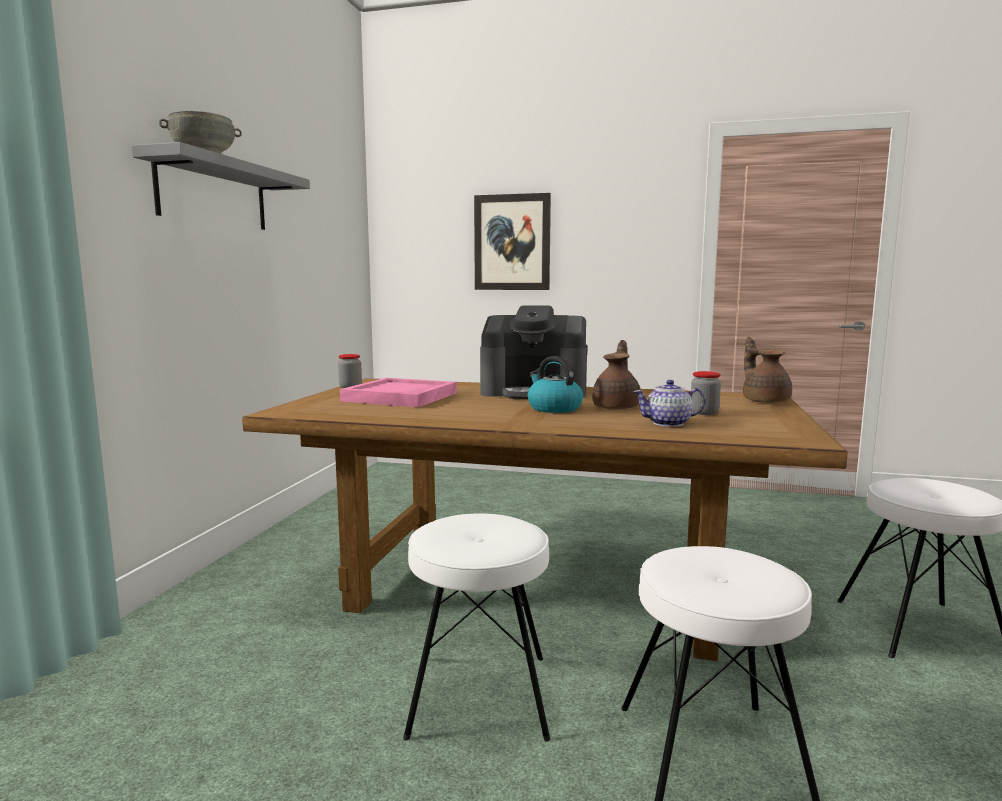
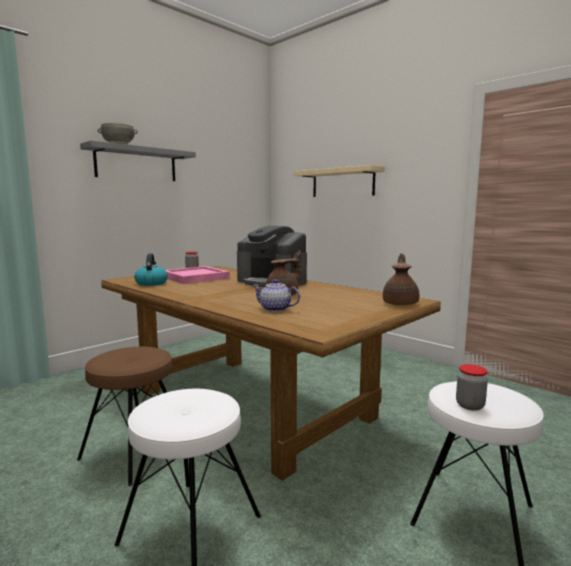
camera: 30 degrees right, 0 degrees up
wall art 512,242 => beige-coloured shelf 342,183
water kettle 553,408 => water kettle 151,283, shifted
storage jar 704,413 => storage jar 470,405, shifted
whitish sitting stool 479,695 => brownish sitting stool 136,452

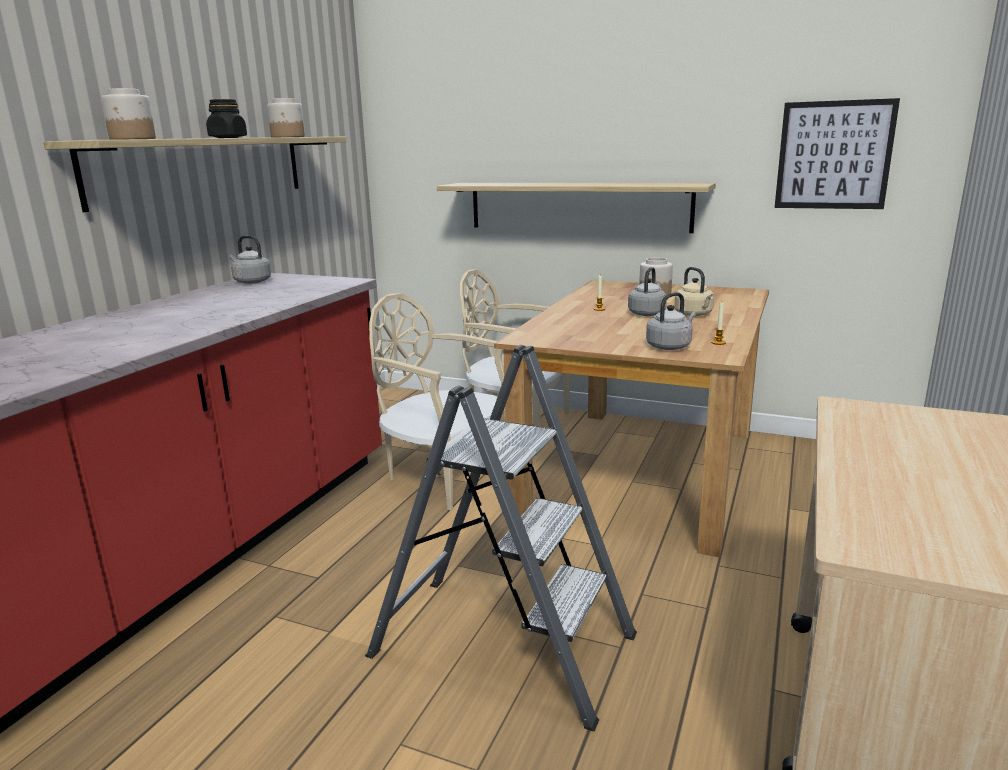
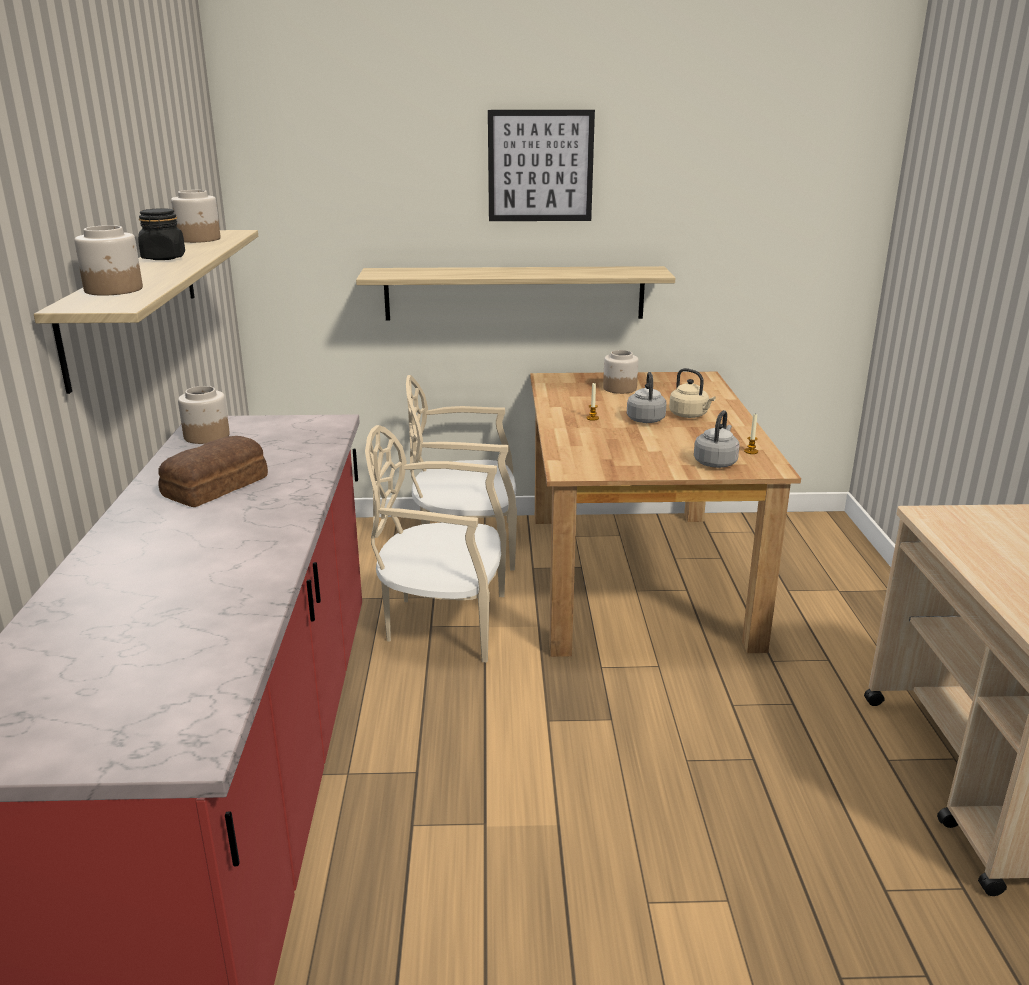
camera: 25 degrees left, 5 degrees up
wall art 834,155 => wall art 540,166, shifted
gray water kettle 251,281 => storage jar 206,436
gray stepladder 500,642 => nothing
nothing => baked bread 218,486

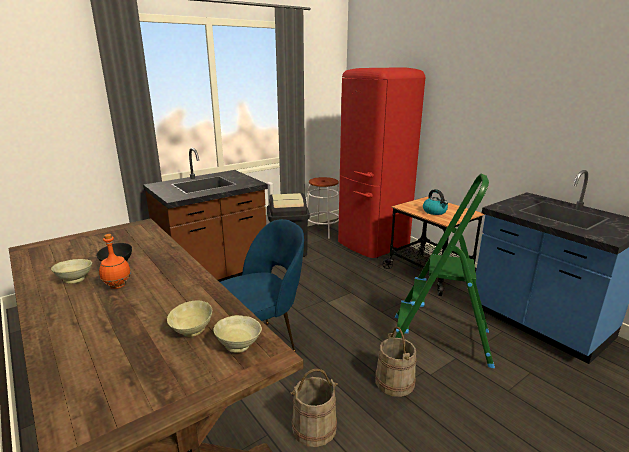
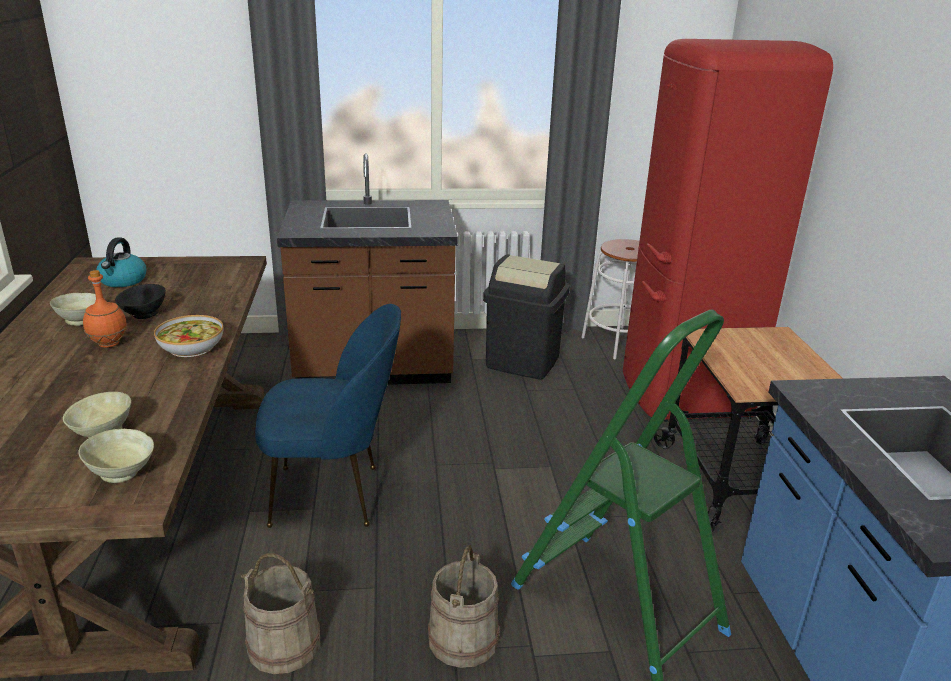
camera: 30 degrees right, 5 degrees up
water kettle 435,212 => water kettle 123,281, shifted
nothing => deep dish 191,347

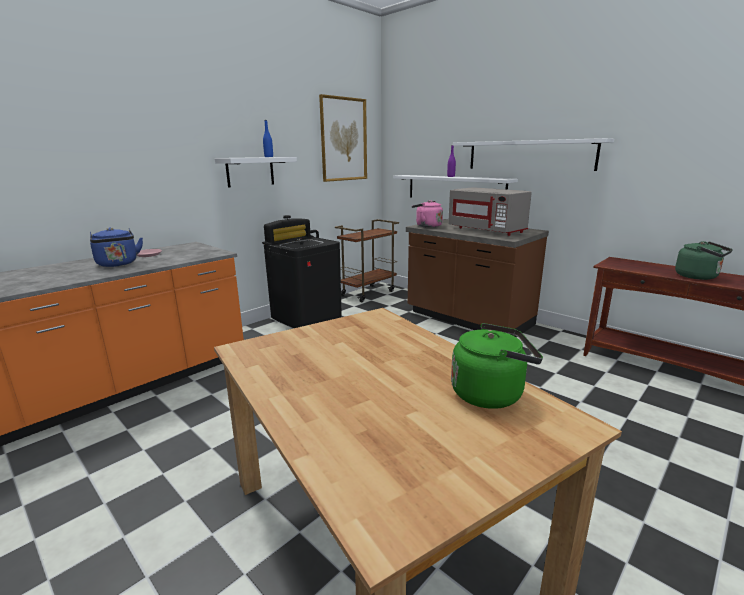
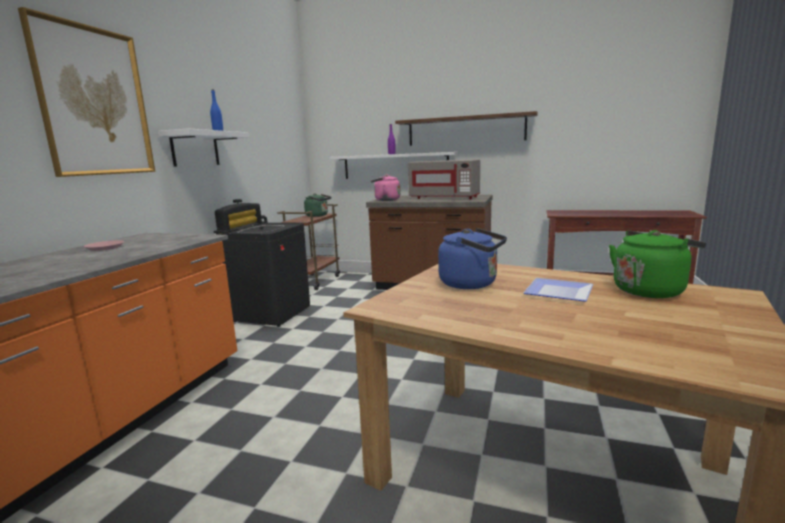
camera: 25 degrees left, 5 degrees down
wall art 343,139 => wall art 94,102, shifted
whitish shelf 529,155 => brownish shelf 465,130
blue-coloured water kettle 118,264 => blue-coloured water kettle 472,284, shifted
green water kettle 699,277 => green water kettle 318,216, shifted
nothing => plate 557,291

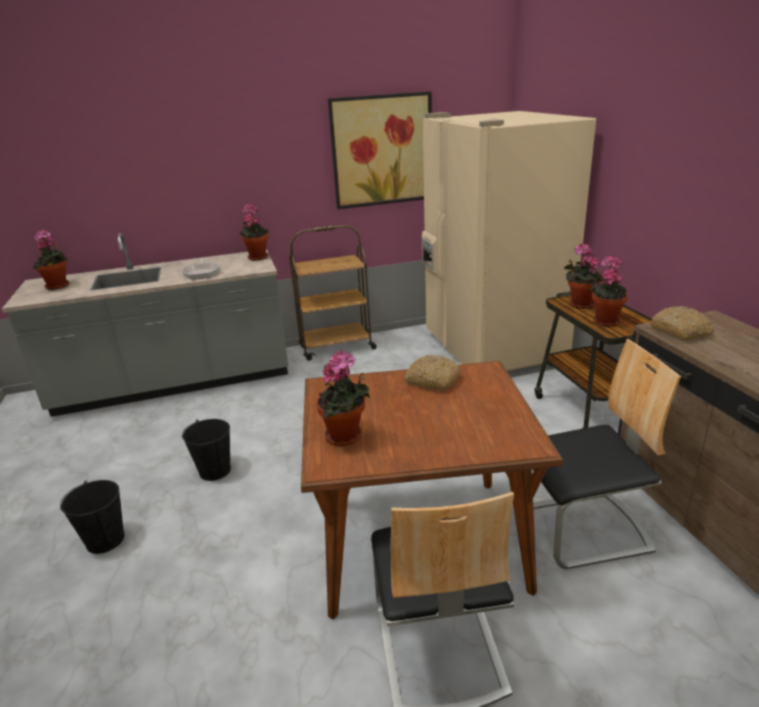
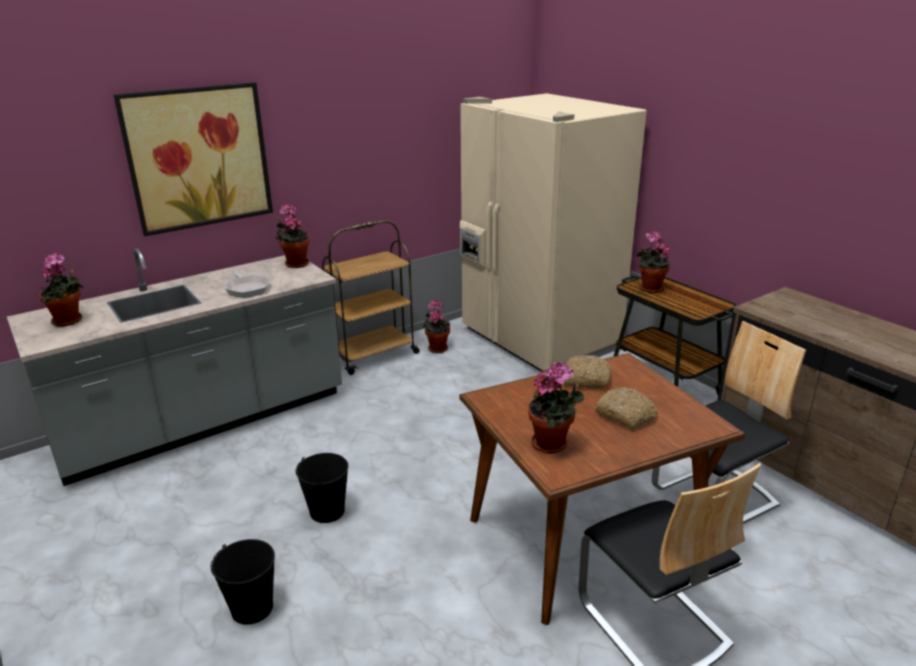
camera: 20 degrees left, 0 degrees up
wall art 382,151 => wall art 198,157, shifted
plant in a pot 604,321 => plant in a pot 437,348, shifted
baked bread 681,332 => baked bread 626,415, shifted

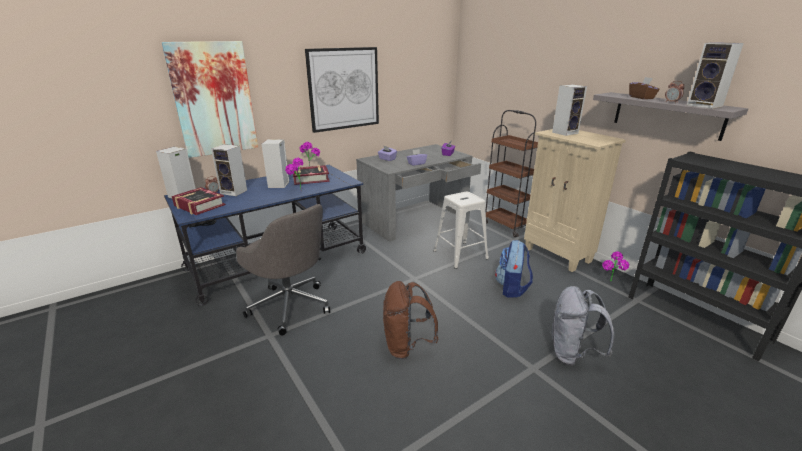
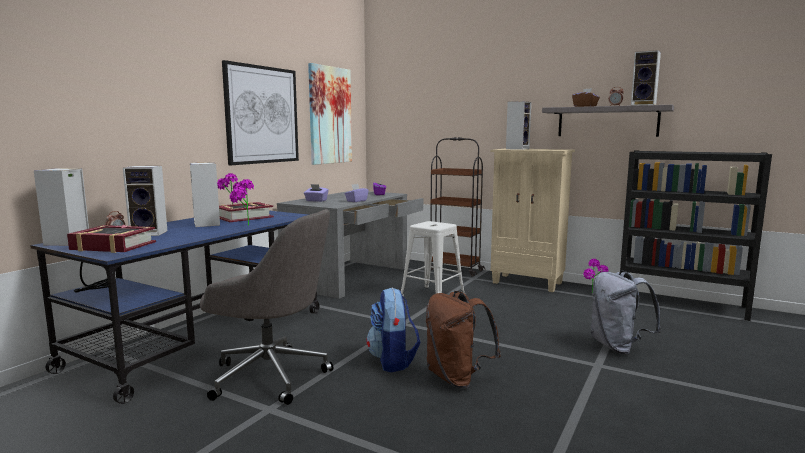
camera: 25 degrees left, 15 degrees down
wall art 214,99 => wall art 330,115, shifted
knapsack 512,288 => knapsack 393,361, shifted

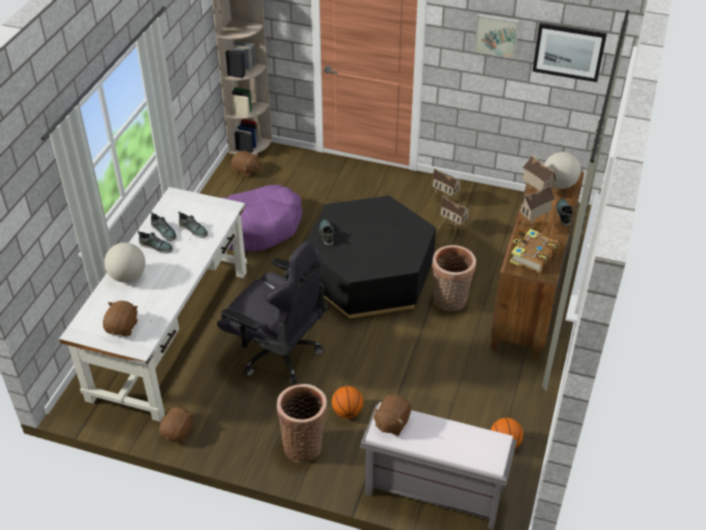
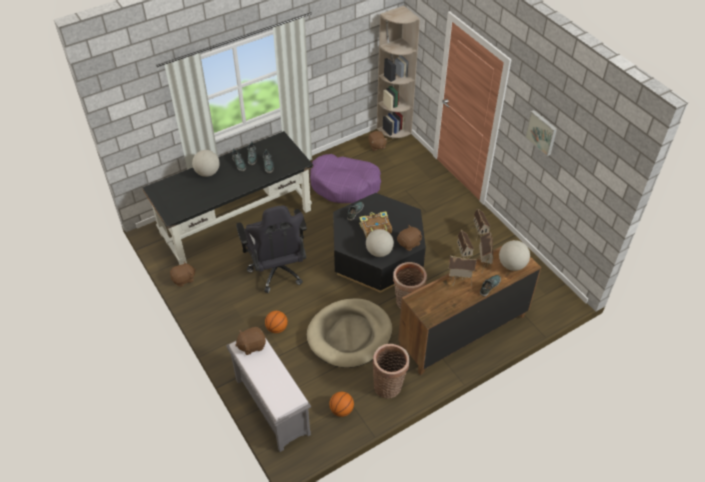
camera: 40 degrees right, 5 degrees up
wall art 569,51 => nothing
whitish desk table 171,332 => blackish desk table 236,221
bound book 532,257 => bound book 375,228, shifted
brownish soft toy 123,327 => brownish soft toy 409,243, shifted
storage basket 304,444 => storage basket 389,385, shifted
nothing => desk globe 379,252
nothing => beige-coloured pet bed 349,335

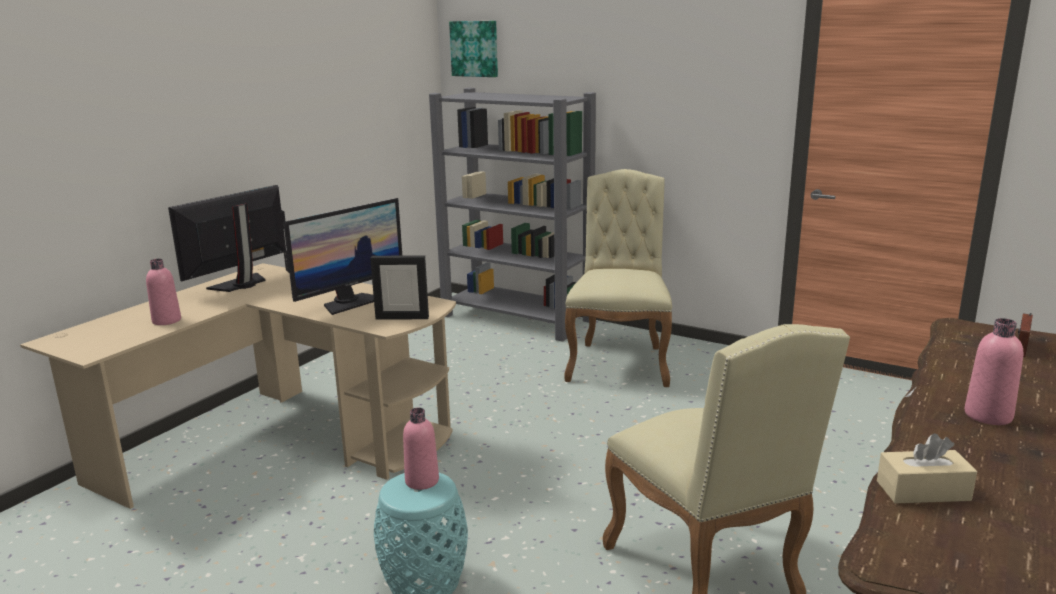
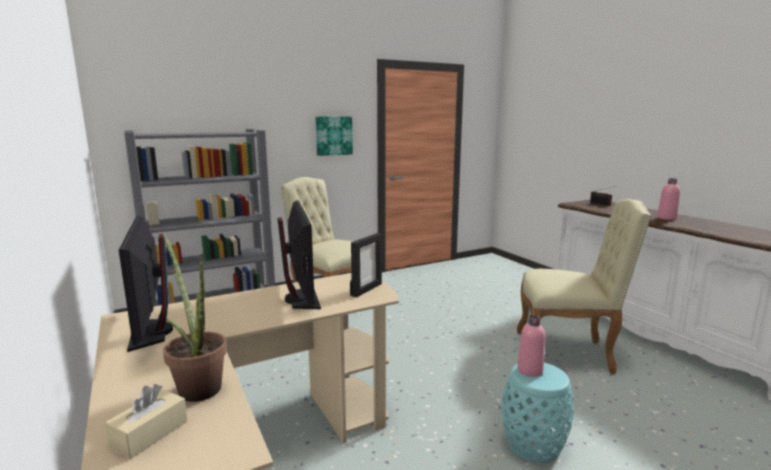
camera: 60 degrees left, 5 degrees down
wall art 475,48 => wall art 333,135, shifted
pink-coloured bottle 166,321 => plant in a pot 197,385
beige-coloured tissue holder 923,491 => beige-coloured tissue holder 149,433, shifted

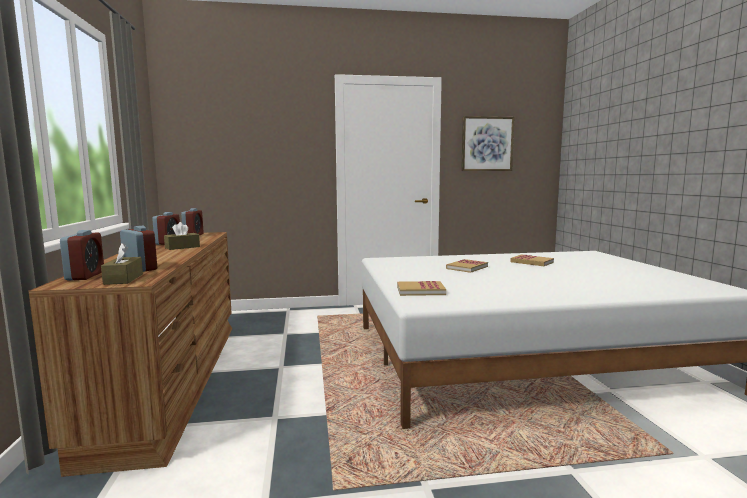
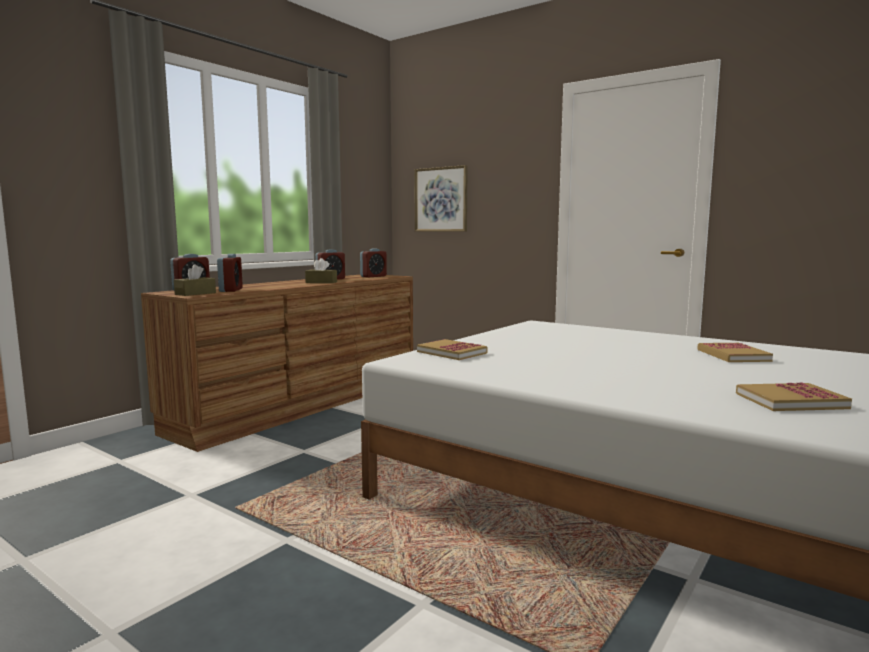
camera: 45 degrees right, 0 degrees up
wall art 487,144 => wall art 441,199, shifted
bound book 467,267 => bound book 790,401, shifted

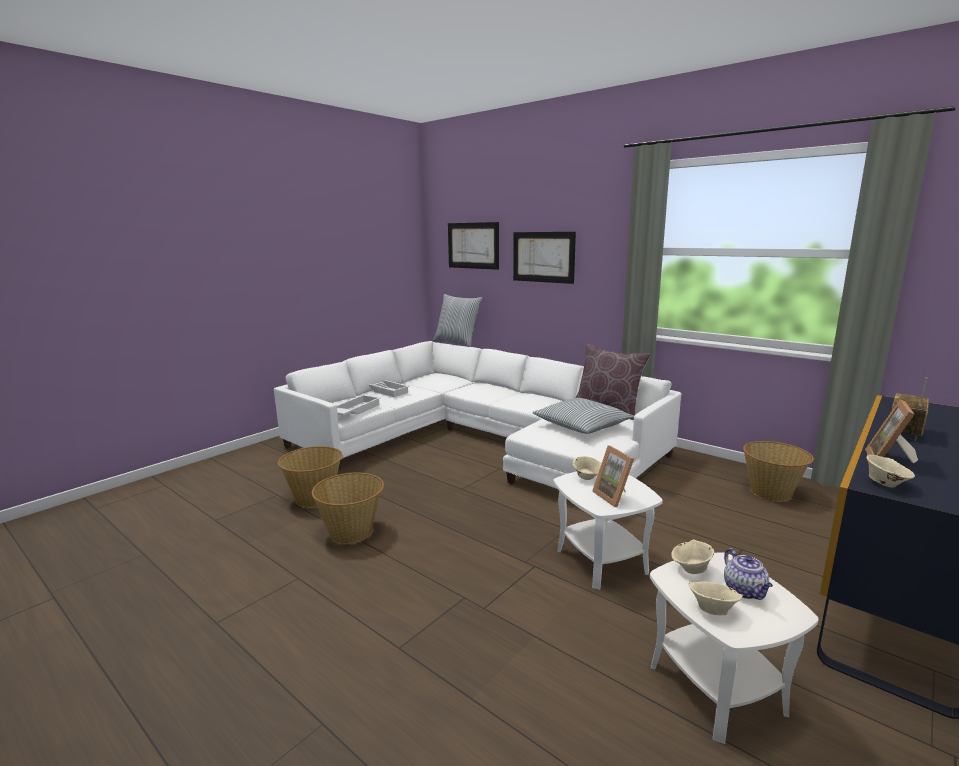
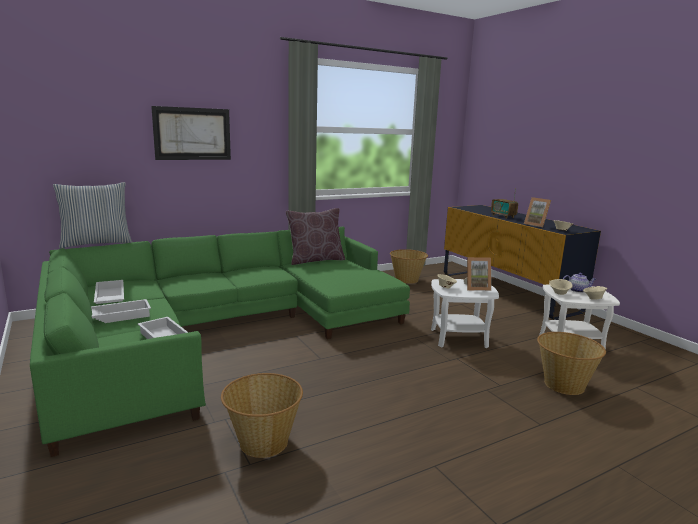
camera: 70 degrees left, 0 degrees up
wall art 473,245 => nothing
whitish sofa 477,439 => green sofa 220,331
pillow 581,425 => nothing
storage basket 352,532 => storage basket 564,384, shifted
nothing => whitish carrying tray 109,298

